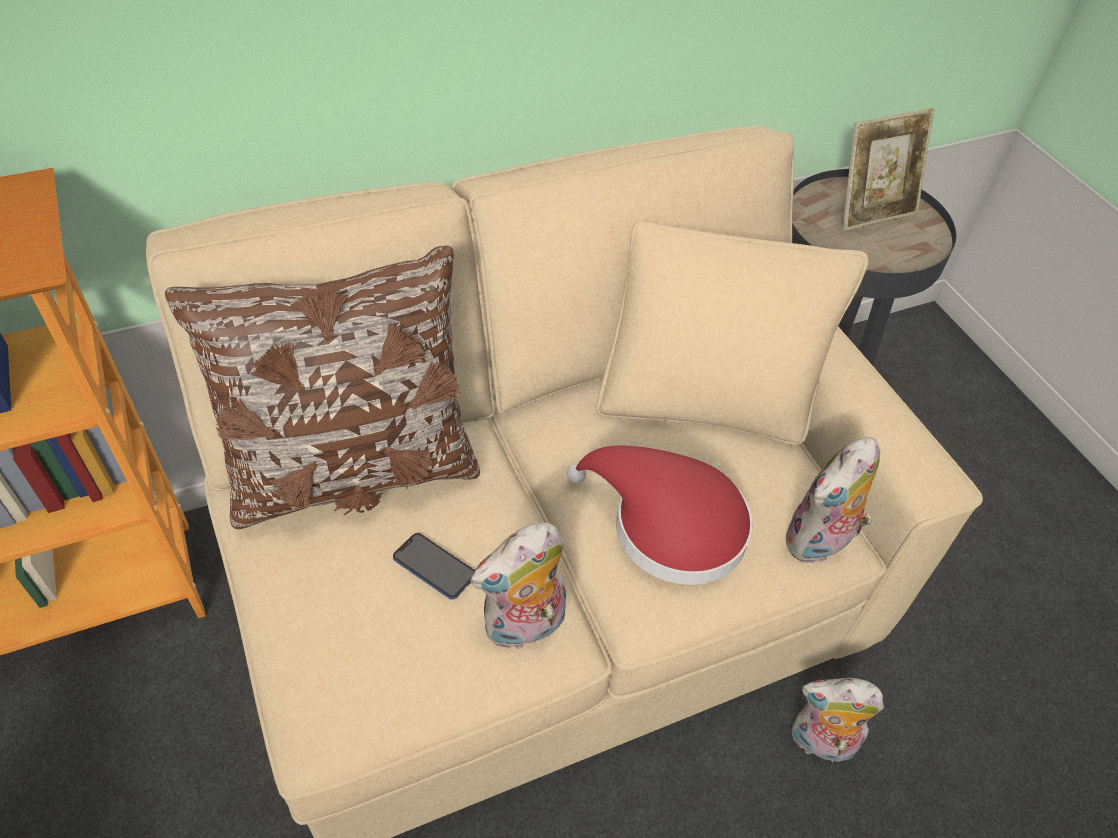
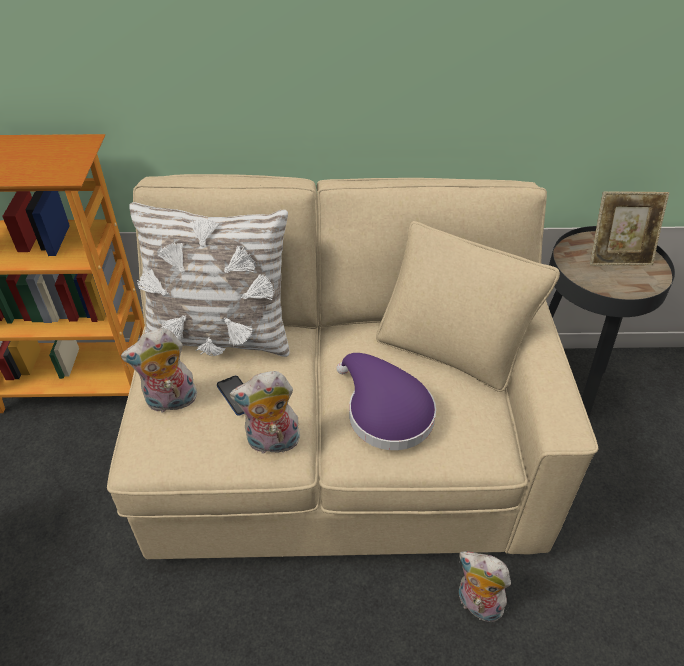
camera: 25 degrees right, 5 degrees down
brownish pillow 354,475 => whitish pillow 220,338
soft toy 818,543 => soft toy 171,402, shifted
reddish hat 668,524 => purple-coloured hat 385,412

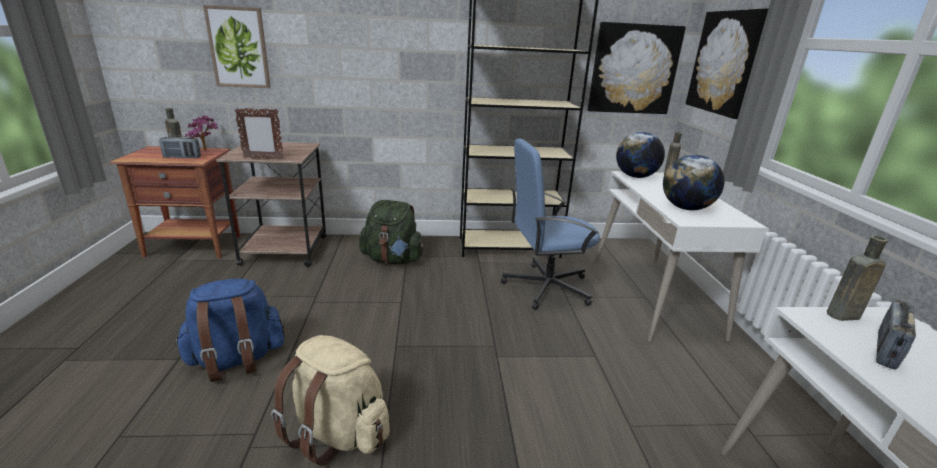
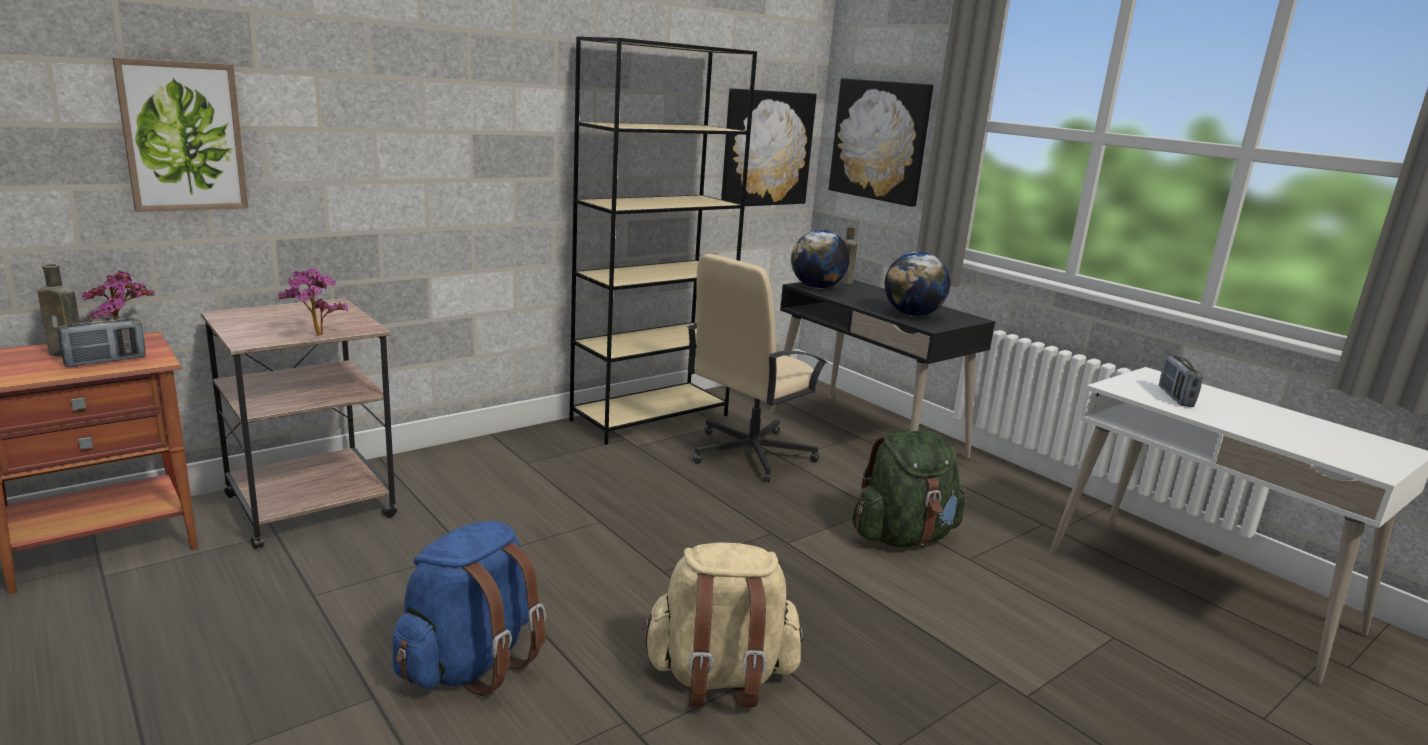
camera: 35 degrees left, 5 degrees down
standing frame 263,158 => plant in a pot 315,336
blue-coloured computer chair 545,287 => beige-coloured computer chair 749,454
whitish desk table 653,297 => blackish desk table 865,435
green knapsack 392,260 => green knapsack 903,537, shifted
brownish bottle 841,315 => nothing

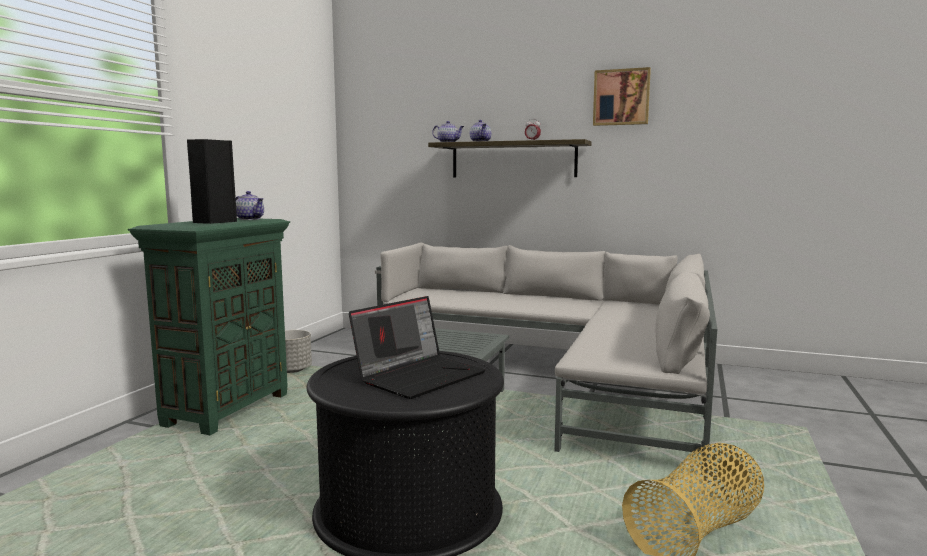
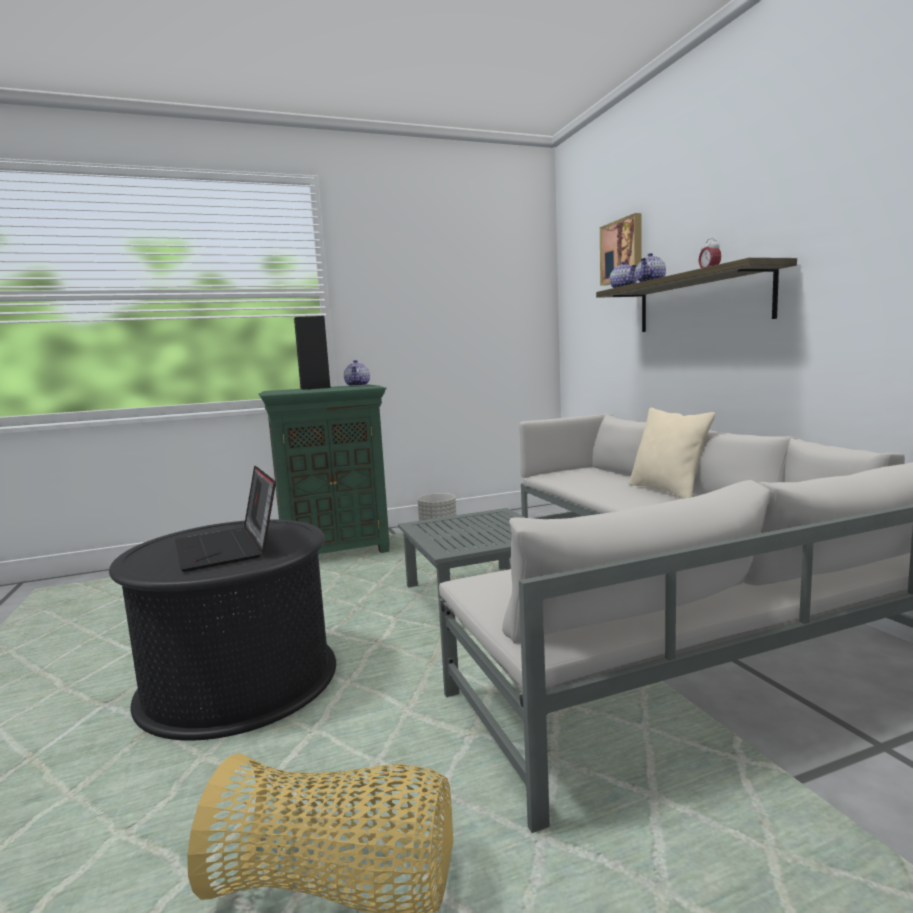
camera: 50 degrees right, 0 degrees up
wall art 621,97 => wall art 622,251, shifted
notebook computer 419,376 => notebook computer 229,548, 60 degrees clockwise
nothing => beige-coloured pillow 667,490

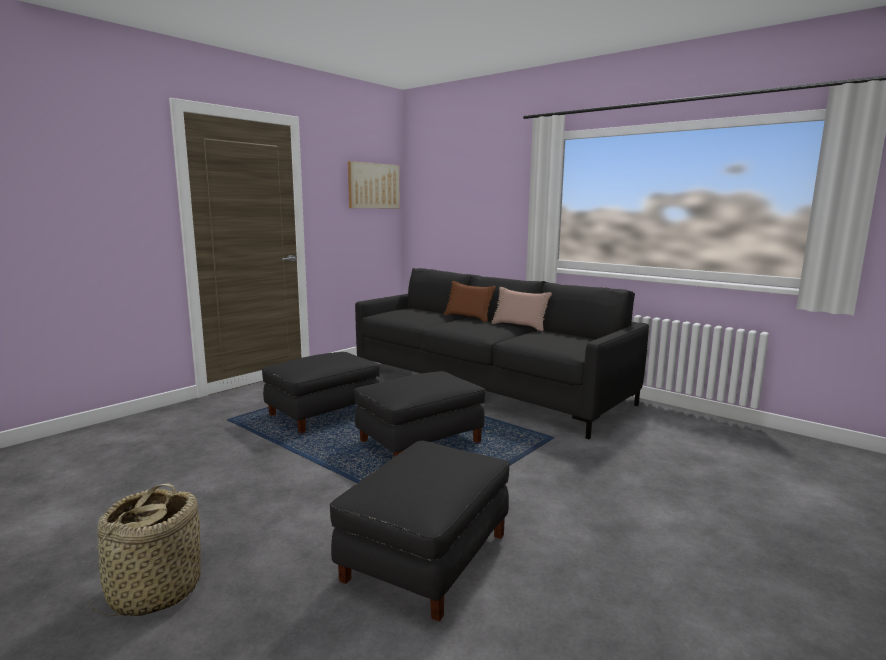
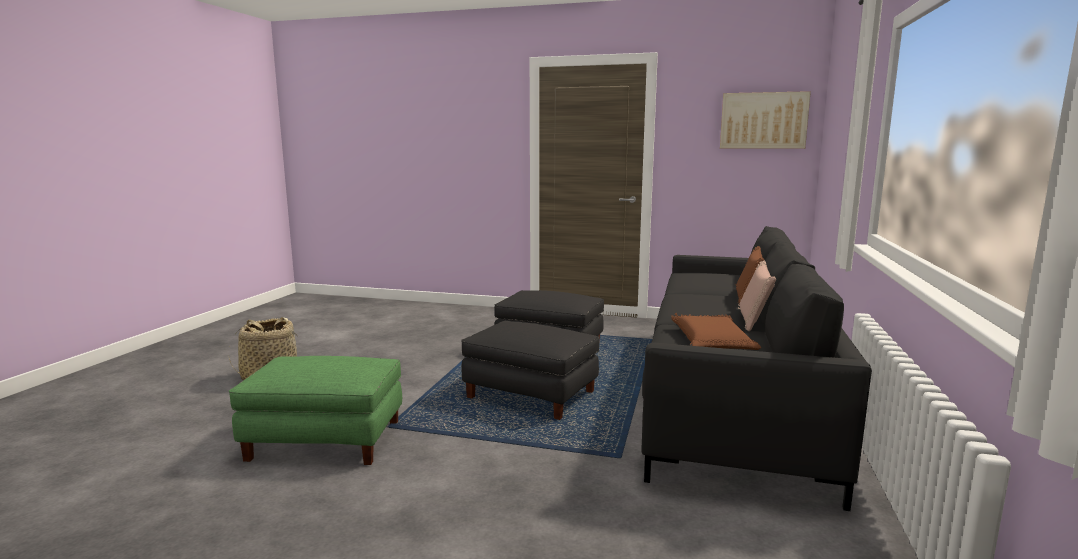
camera: 65 degrees right, 0 degrees up
blackish footrest 425,556 => green footrest 326,439
nothing => brownish pillow 712,340

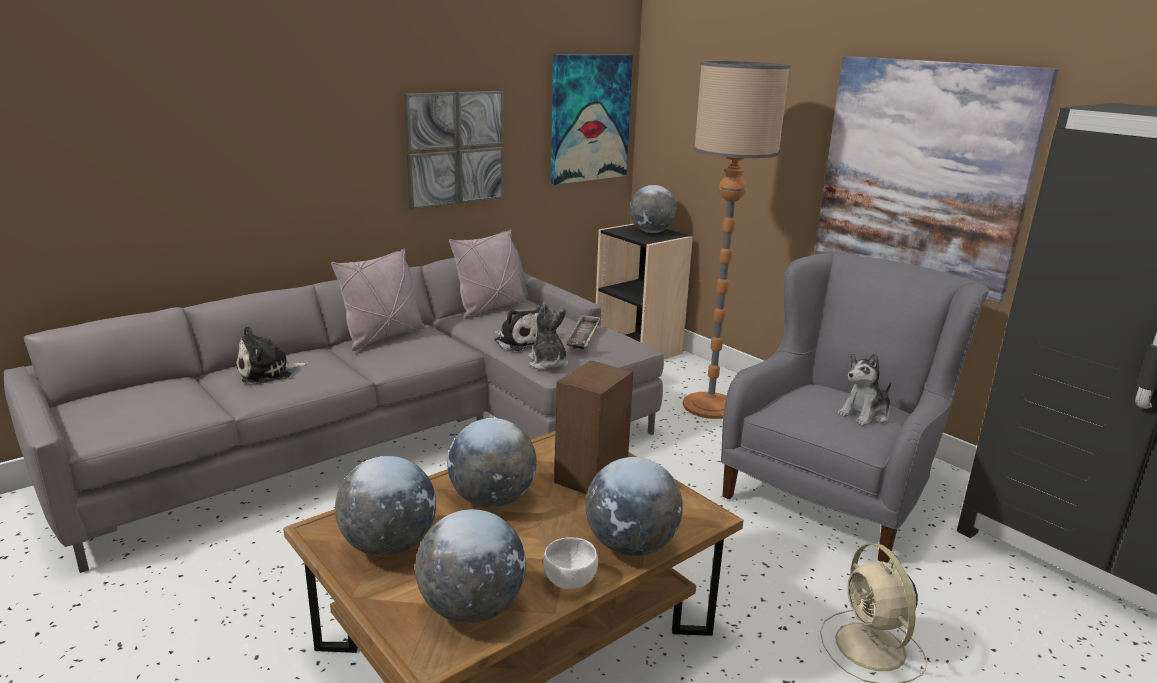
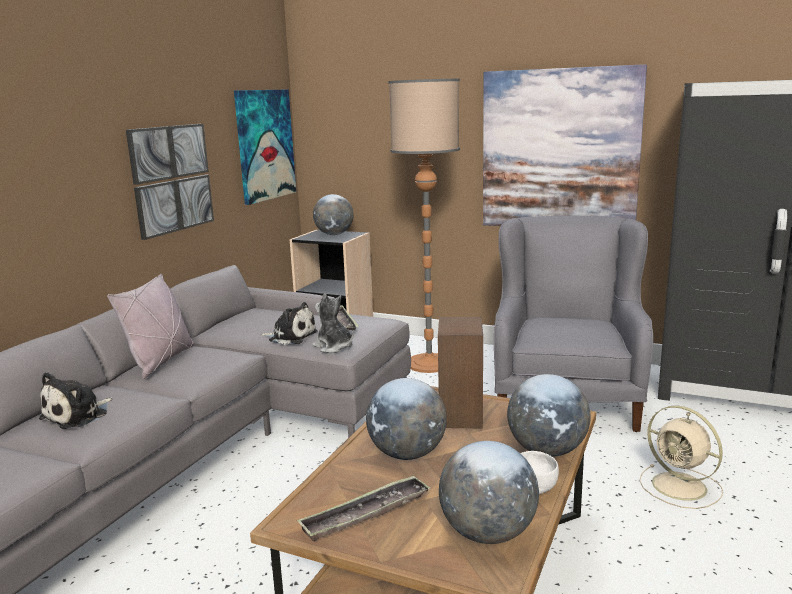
camera: 25 degrees left, 5 degrees down
purple-coloured pillow 490,308 => nothing
soft toy 865,414 => nothing
desk globe 389,546 => carrying tray 366,514

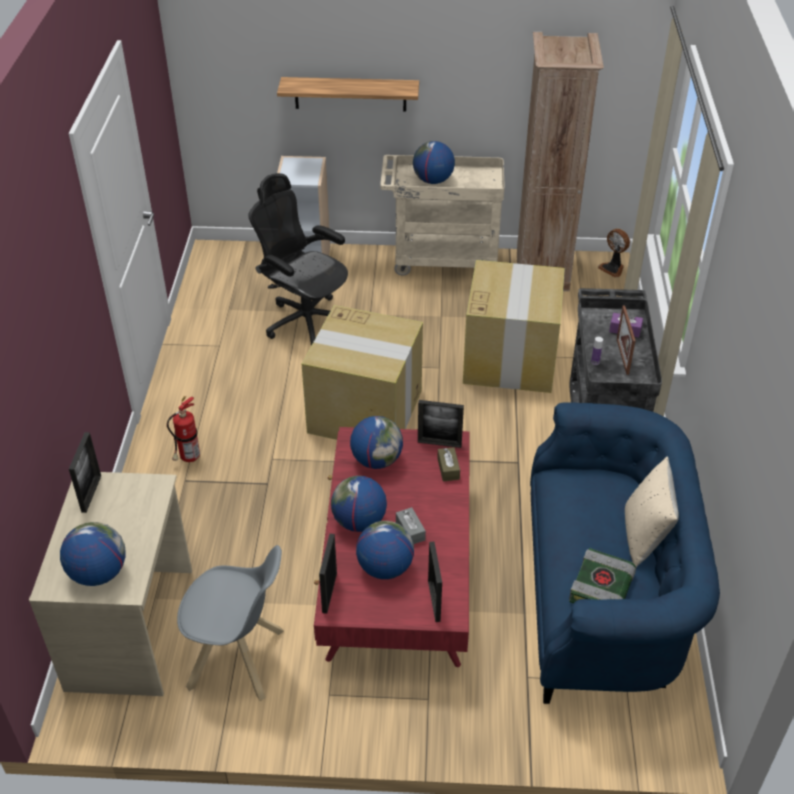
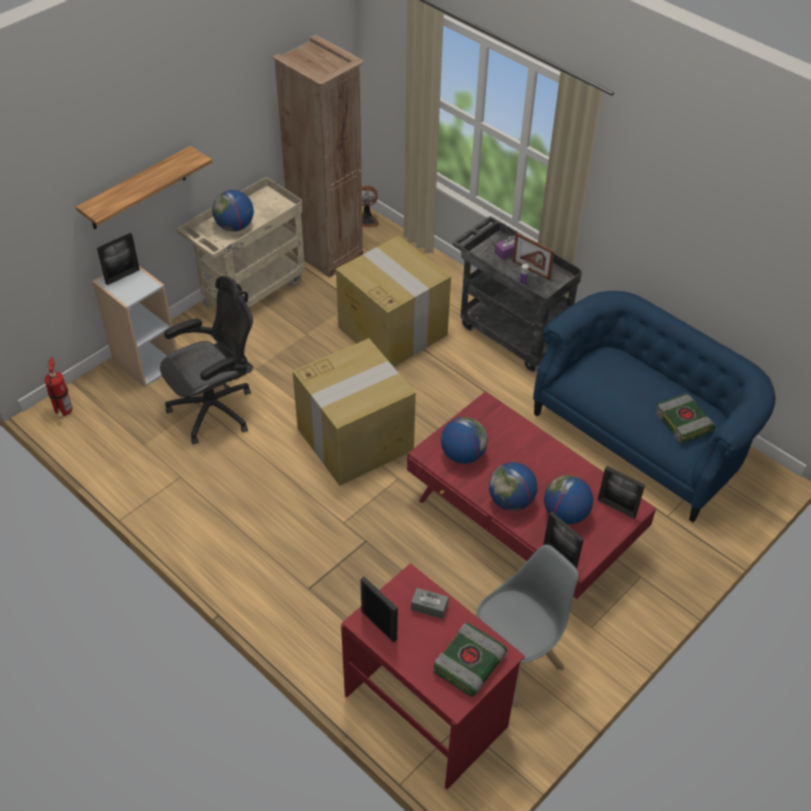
camera: 50 degrees left, 5 degrees up
computer chair 305,321 => computer chair 216,409, 150 degrees clockwise
fire extinguisher 188,459 => fire extinguisher 64,413, shifted
standing frame 439,443 => standing frame 122,276, shifted
brownish tissue holder 448,469 => nothing
beige-coloured pillow 644,537 => nothing
beige-coloured desk table 132,629 => reddish desk table 427,709
gray tissue holder 410,531 => gray tissue holder 429,607, shifted
desk globe 98,573 => bound book 469,665

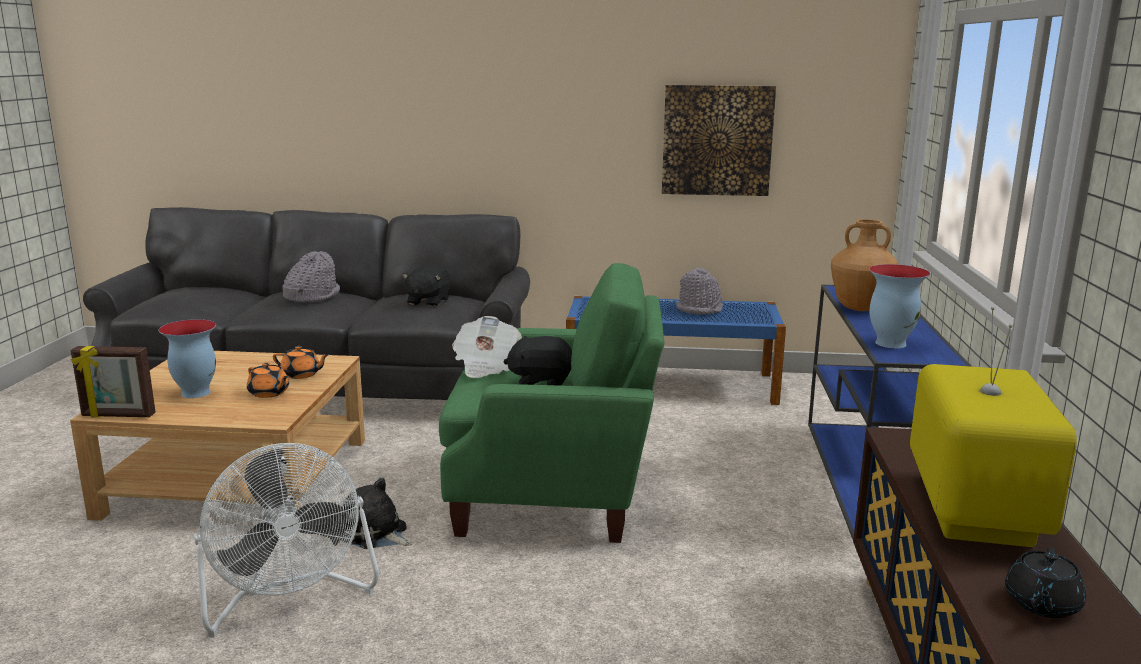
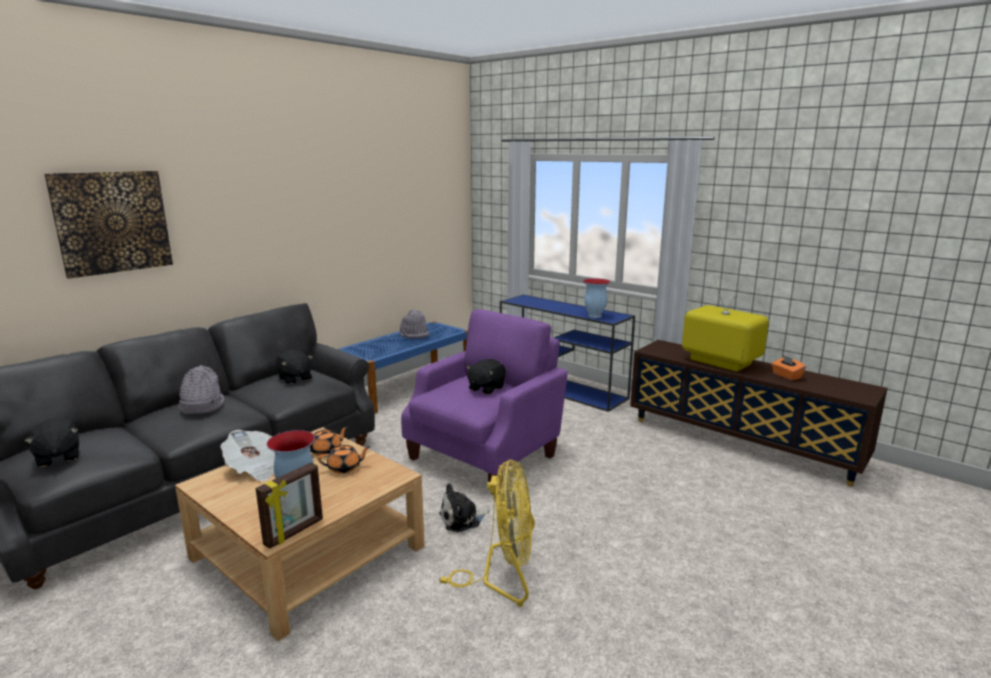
camera: 55 degrees left, 0 degrees up
wall art 717,140 => wall art 112,222, shifted
brownish flower vase 860,309 => nothing
green easy chair 553,494 => purple-coloured easy chair 485,455
daily paper 486,366 => daily paper 255,469, shifted
whitish fan 281,598 => yellow-coloured fan 502,570
blackish tea pot 1041,604 => orange-coloured tissue holder 786,376
nothing => blackish soft toy 57,457

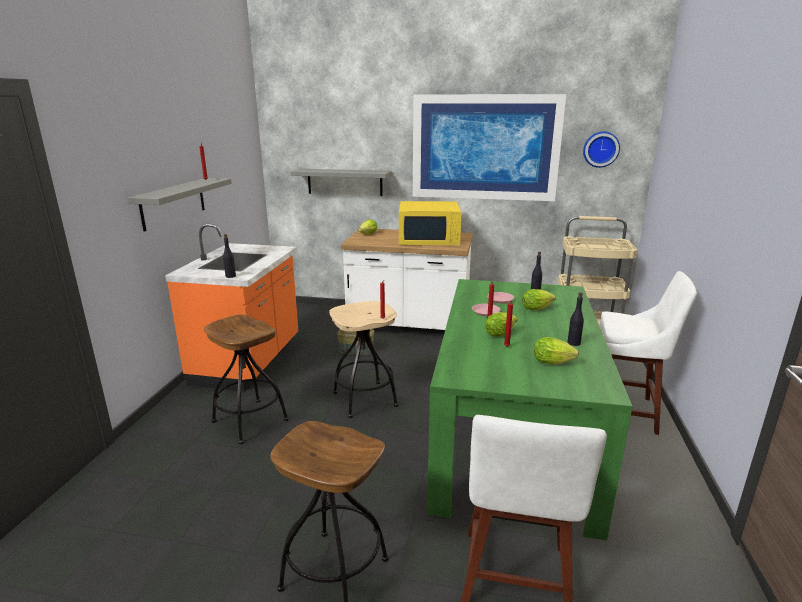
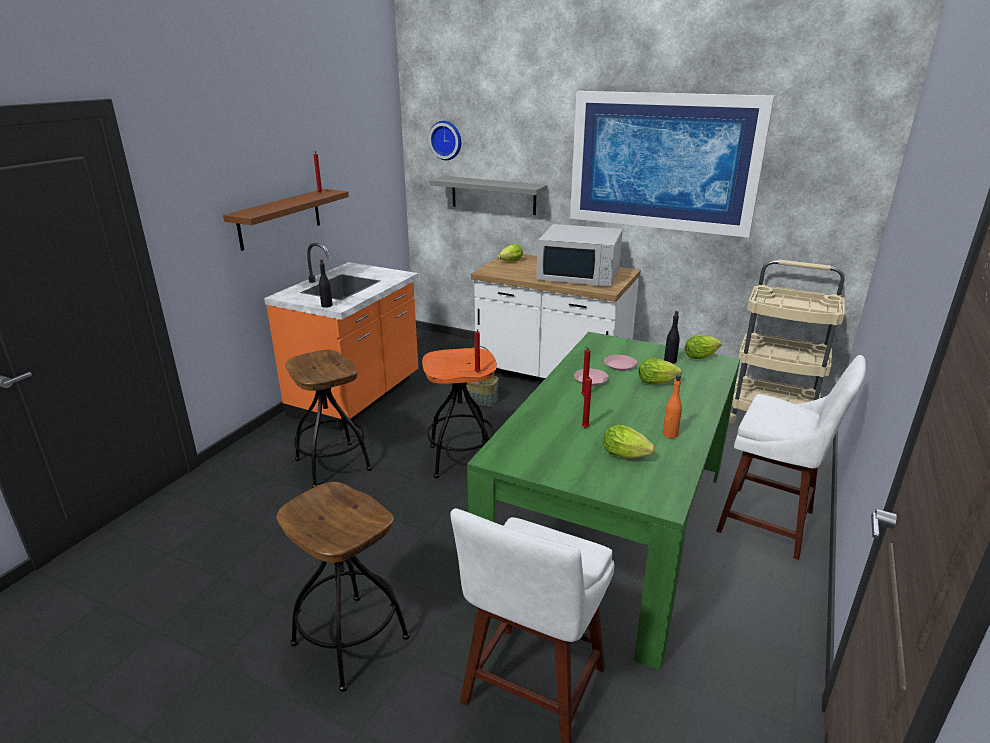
camera: 15 degrees right, 5 degrees up
hanging clock 600,149 => hanging clock 446,140, shifted
gray shelf 173,203 => brownish shelf 280,218
yellow-coloured microwave oven 429,239 => whitish microwave oven 579,274
blackish bottle 573,343 => orange-coloured bottle 670,434
beige-coloured sitting stool 365,399 => orange-coloured sitting stool 462,458
head of lettuce 501,333 => head of lettuce 702,357, shifted

